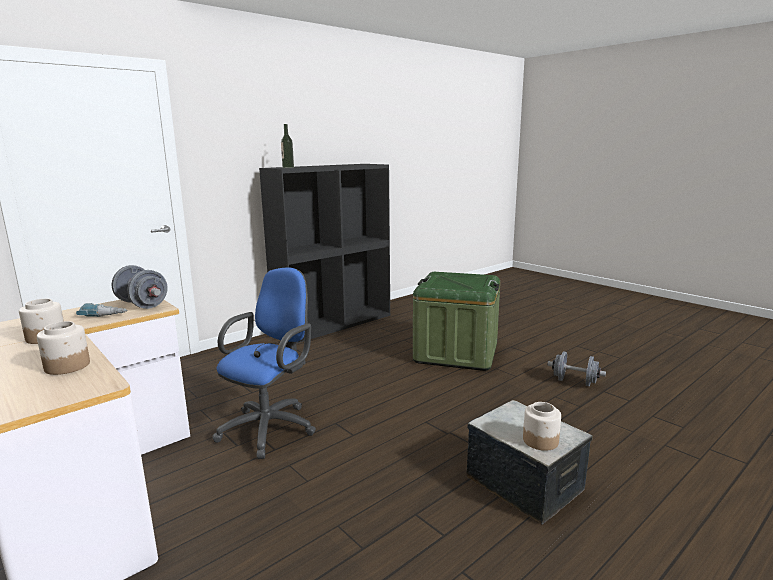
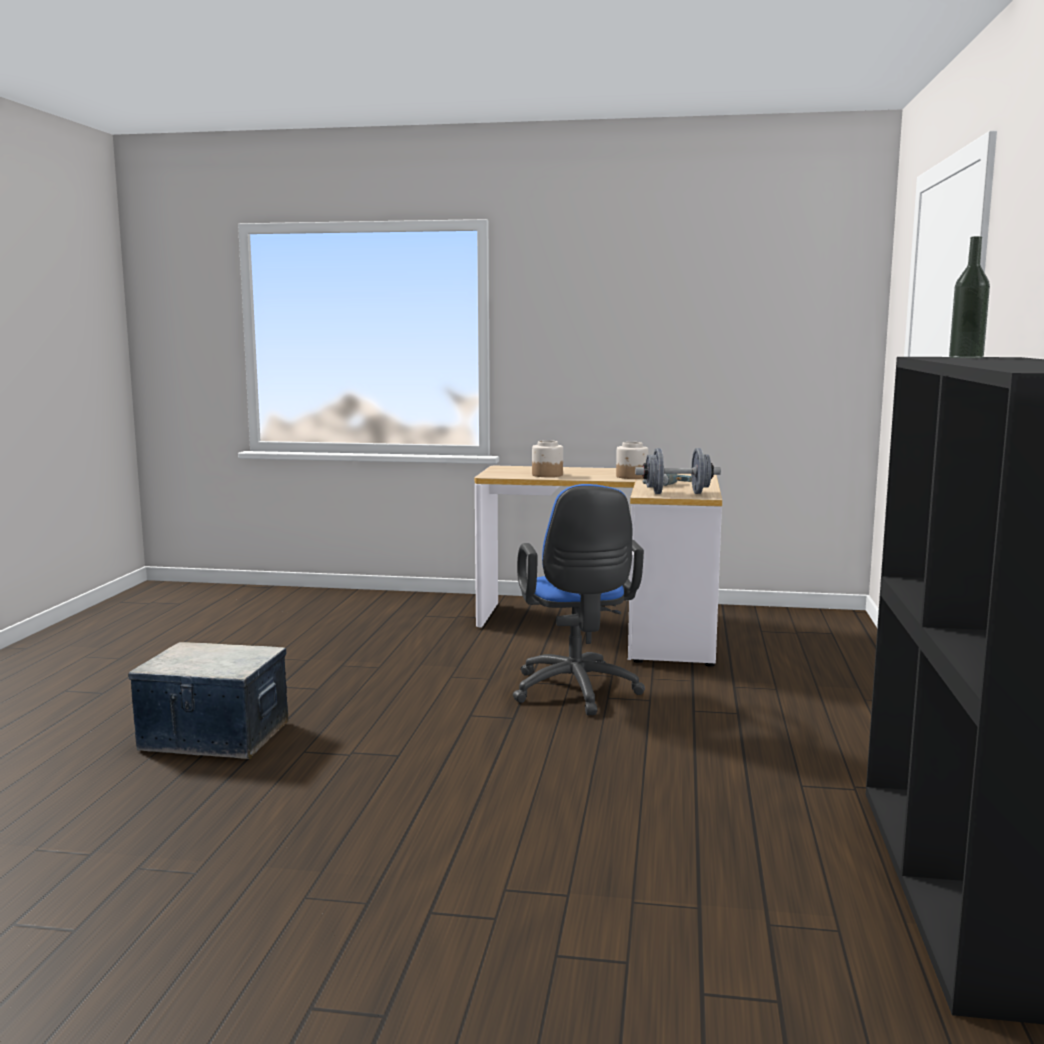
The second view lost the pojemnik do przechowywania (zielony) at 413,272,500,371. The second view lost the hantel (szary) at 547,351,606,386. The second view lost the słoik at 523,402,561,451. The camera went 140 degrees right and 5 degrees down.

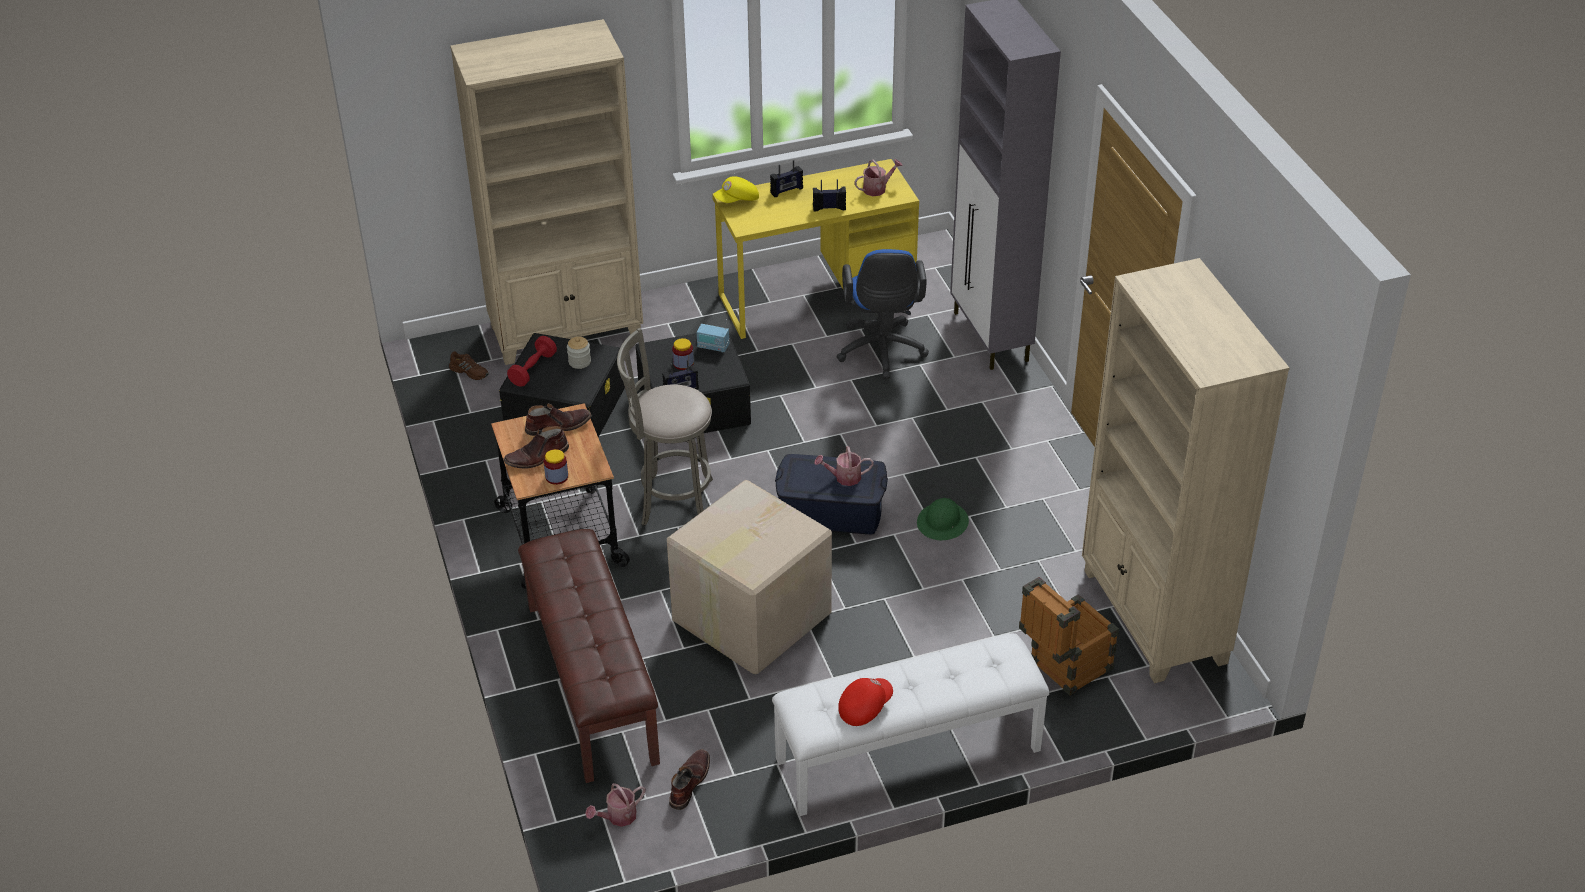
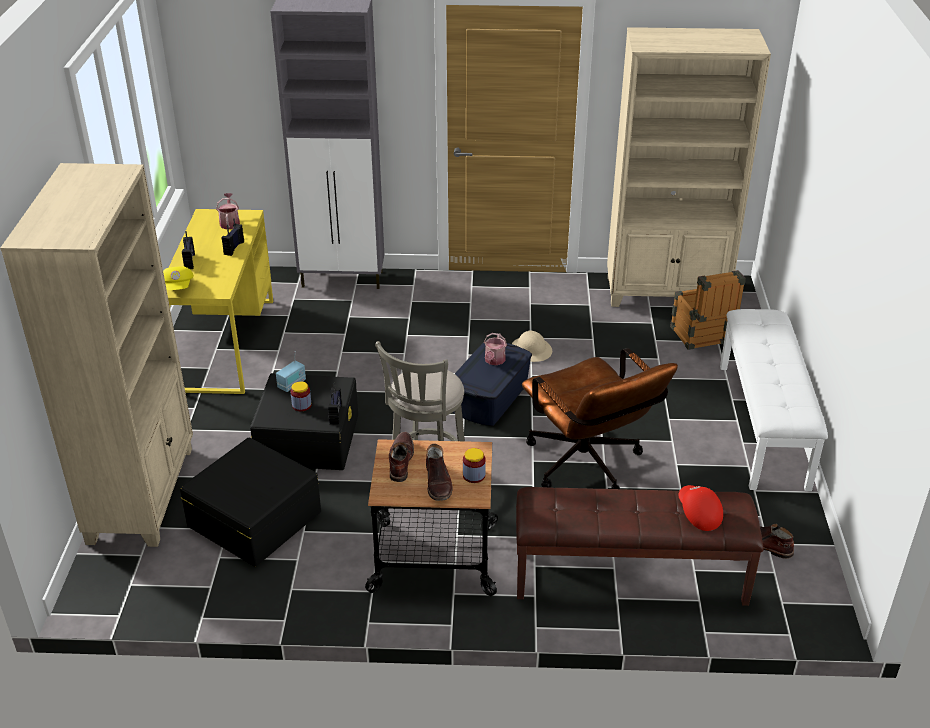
The second view lost the krzesło biurowe (niebieski) at 836,249,929,379. The second view lost the hantel (czerwony) at 507,336,557,387. The second view lost the słoik at 567,337,591,369. The second view lost the but (brązowy) at 449,351,488,380. Where the karton stood at 667,480,832,674, the krzesło biurowe (brązowy) came to stand at 522,348,678,489. What was the kask (zielony) at 917,498,969,540 turned into the kask (beżowy) at 512,330,552,362. The czapka z daszkiem (czerwony) ended up elsewhere, having gone from 838,678,893,726 to 678,485,723,531. The second view lost the konewka at 585,783,645,827. The camera went 70 degrees left and 5 degrees down.

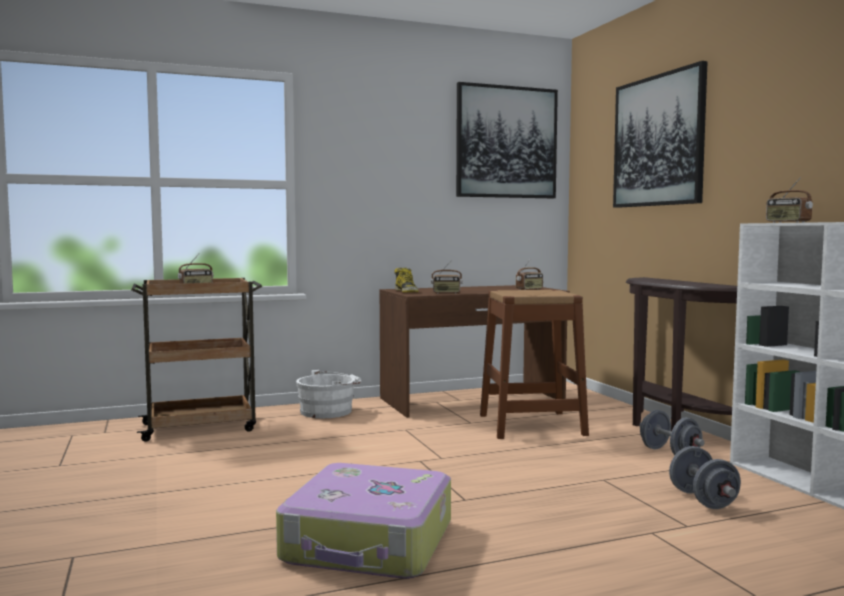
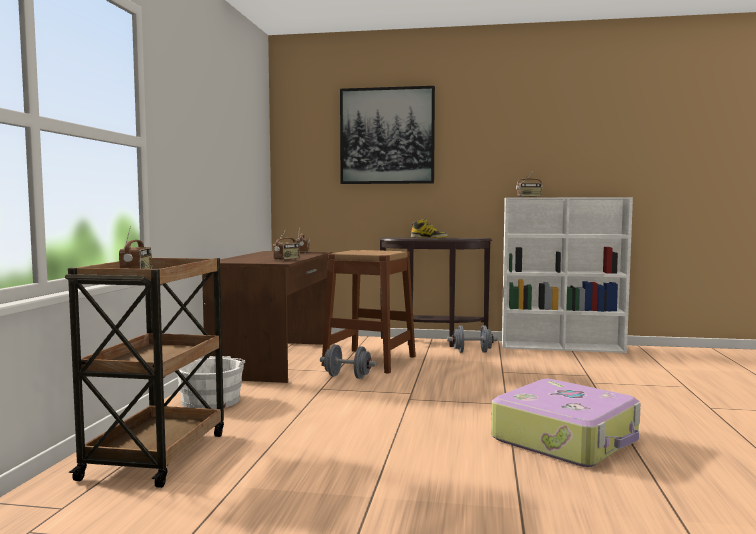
The second view lost the obraz at 456,82,558,198. The but z cholewką ended up elsewhere, having gone from 395,268,418,293 to 411,219,448,238. The hantel (szary) ended up elsewhere, having gone from 669,446,741,509 to 320,345,376,379. The camera went 60 degrees left and 0 degrees up.

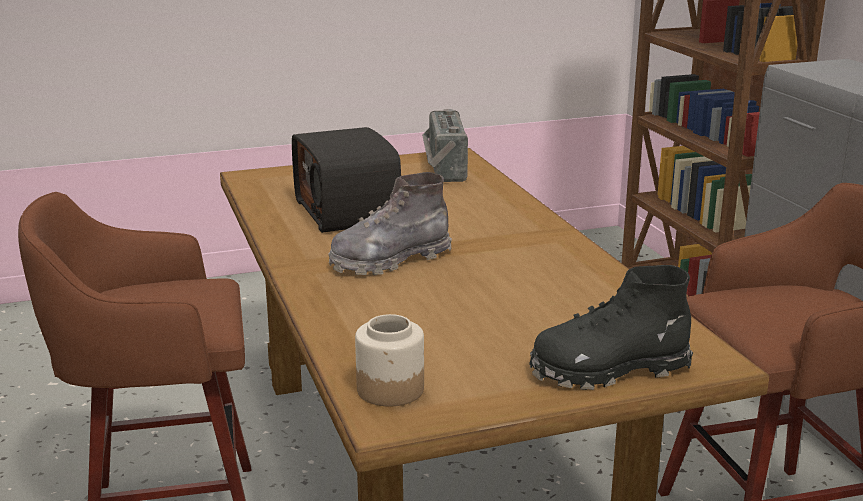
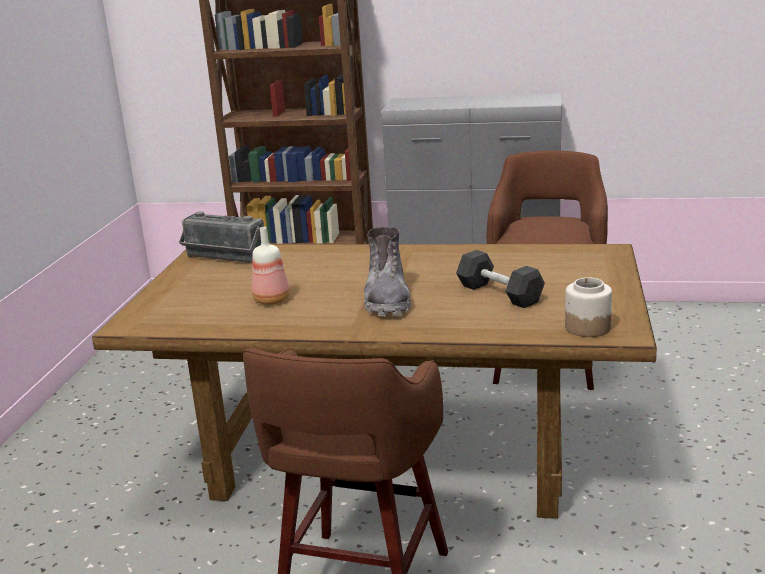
Where the radio stood at 292,127,401,233, the butelka came to stand at 252,227,290,305. The second view lost the but z cholewką (czarny) at 529,265,693,390. The second view gained the hantel (czarny) at 456,250,545,308. The camera went 60 degrees left and 0 degrees up.

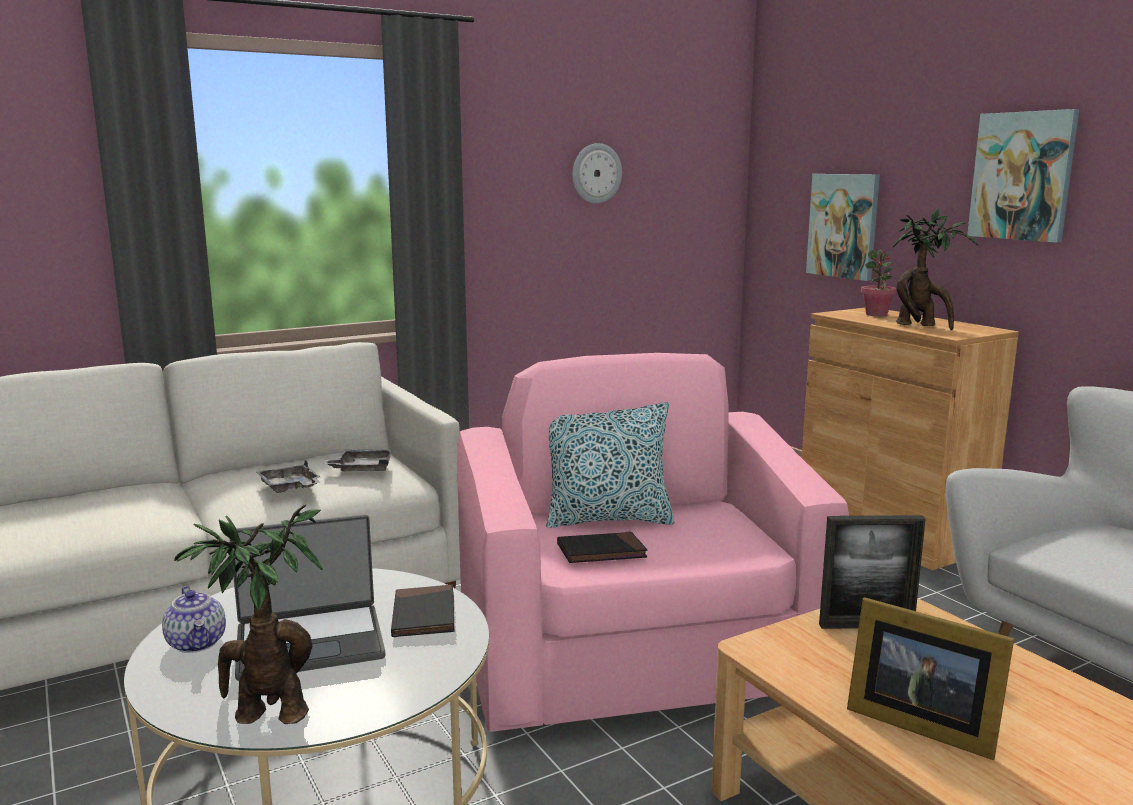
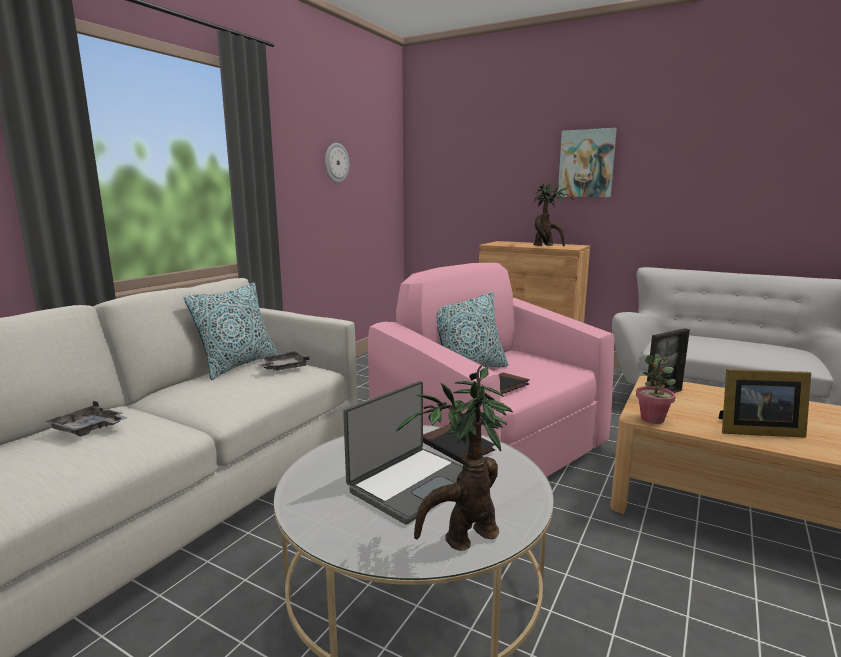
The second view lost the obraz at 806,174,880,281. The roślina doniczkowa ended up elsewhere, having gone from 861,250,897,316 to 636,354,676,424. The taca (szary) ended up elsewhere, having gone from 256,460,320,493 to 45,401,128,437. The second view lost the imbryk at 162,586,226,653. The second view gained the poduszka at 184,282,278,380. The camera went 30 degrees left and 0 degrees up.

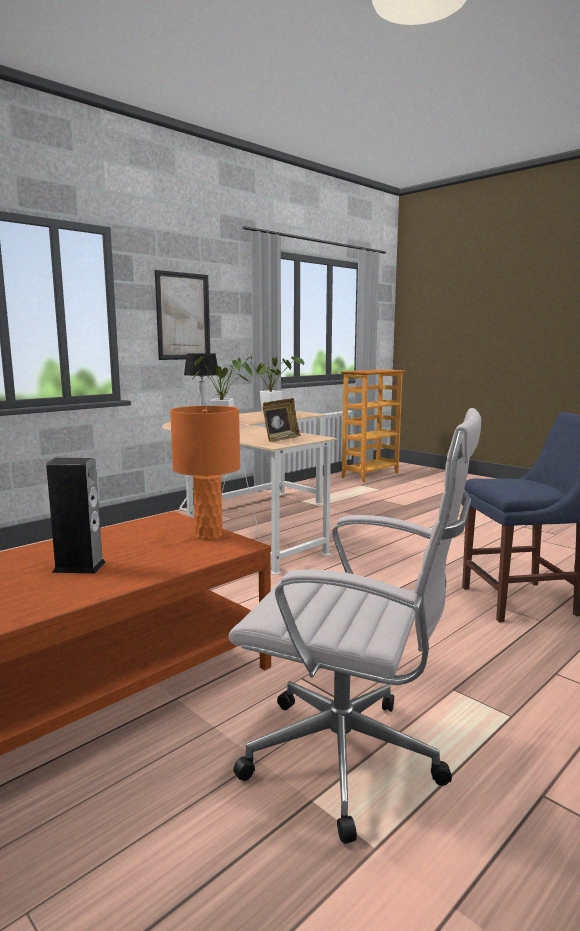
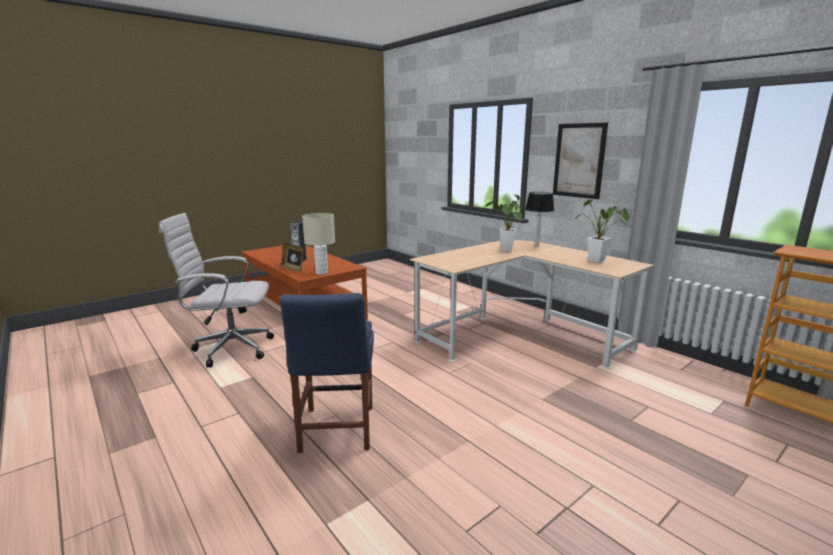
The ramka na zdjęcie ended up elsewhere, having gone from 263,398,301,442 to 281,243,303,272. What was the lampa stołowa (pomarańczowy) at 170,406,240,540 turned into the lampa stołowa (beżowy) at 302,213,335,275. The krzesło biurowe (biały) at 229,408,481,844 ended up facing another way, 60 degrees clockwise from before. The camera went 95 degrees right and 5 degrees up.

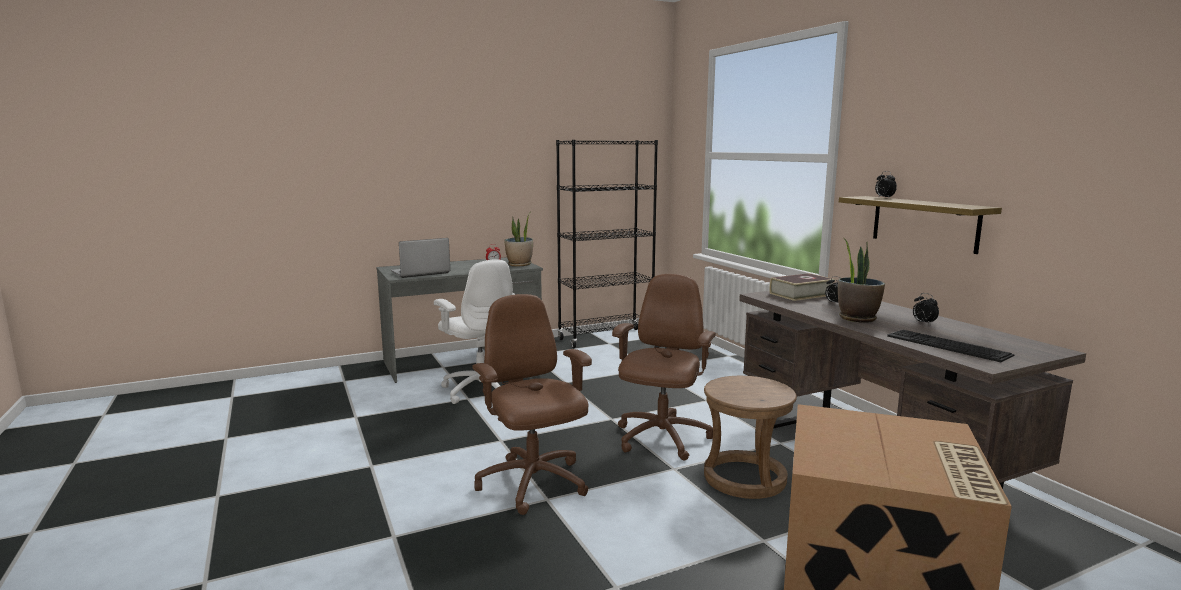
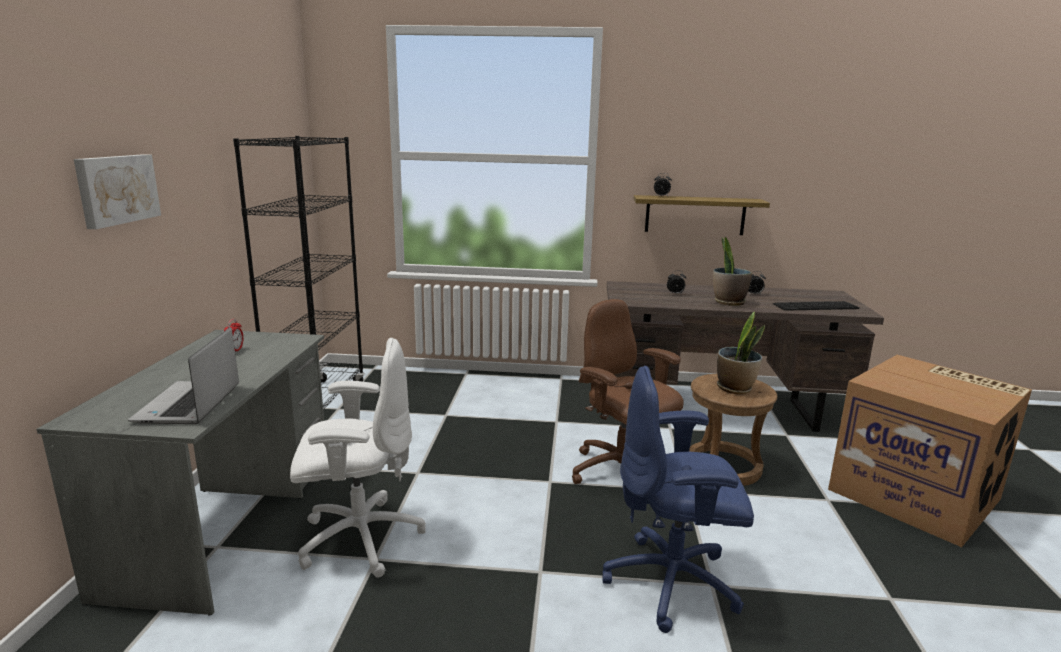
The roślina doniczkowa ended up elsewhere, having gone from 504,213,533,267 to 717,311,765,394. The second view lost the książka at 769,273,835,301. What was the krzesło biurowe (brązowy) at 472,294,592,515 turned into the krzesło biurowe (niebieski) at 602,366,754,633. The second view gained the obraz at 74,154,161,229. The camera went 60 degrees left and 5 degrees up.

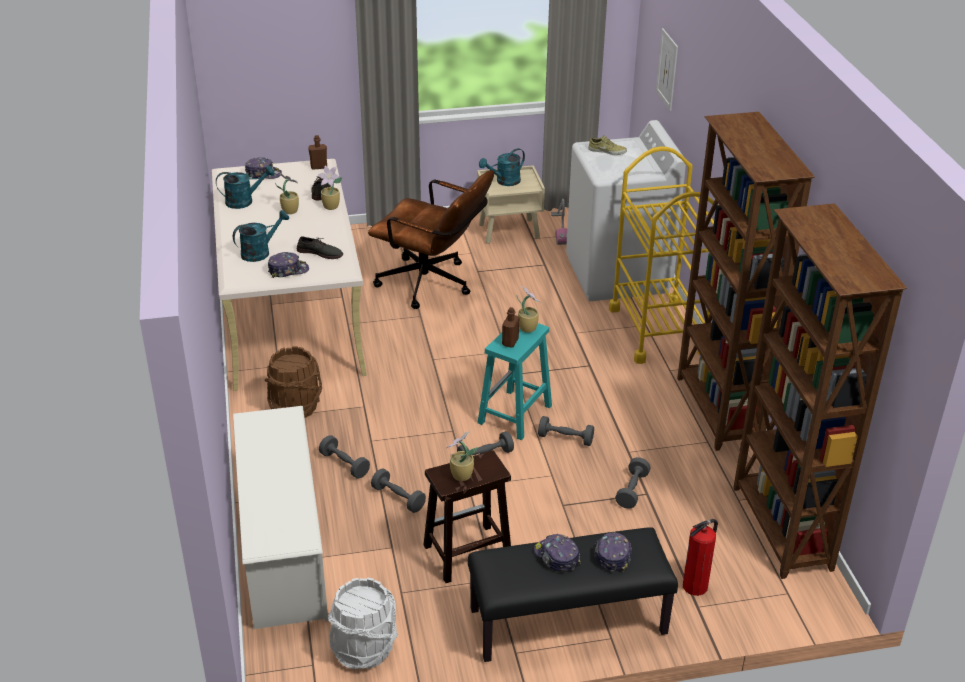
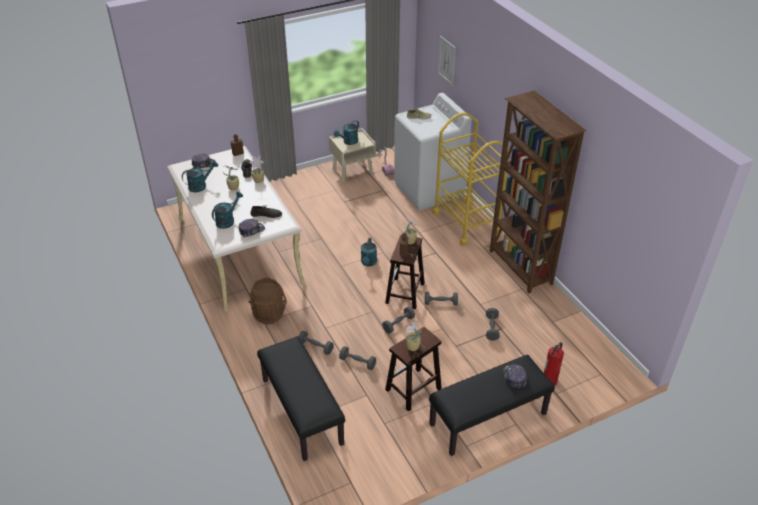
The second view lost the krzesło biurowe (brązowy) at 368,170,494,309. The second view lost the regał (brązowy) at 733,203,907,579. What was the stołek (turkusowy) at 477,323,552,440 turned into the stołek (brązowy) at 385,235,425,309. Where the regał na buty (biały) stood at 233,406,328,629, the ławka (czarny) came to stand at 257,336,345,461. The second view lost the czapka z daszkiem at 534,534,581,572. The second view lost the wiadro (biały) at 328,578,398,669. The second view gained the konewka (turkusowy) at 361,238,377,266. The camera went 15 degrees left and 5 degrees up.

